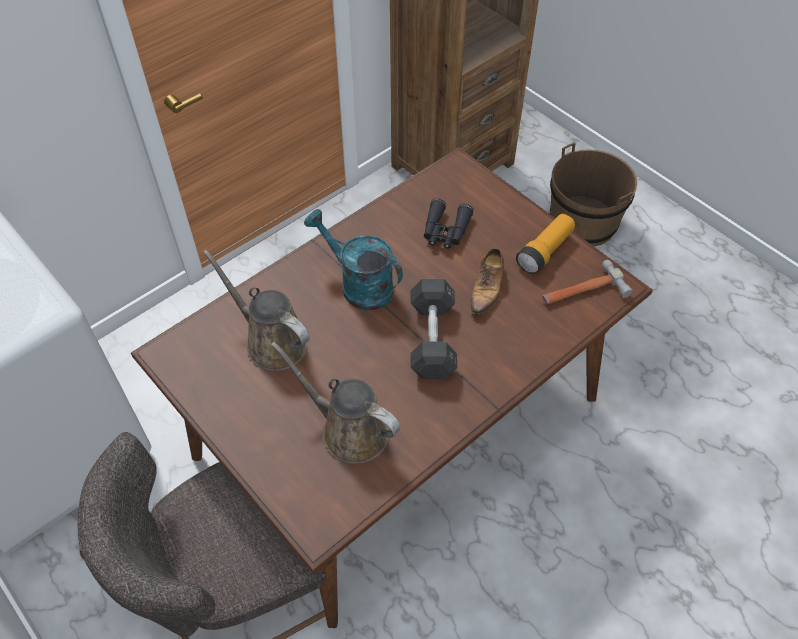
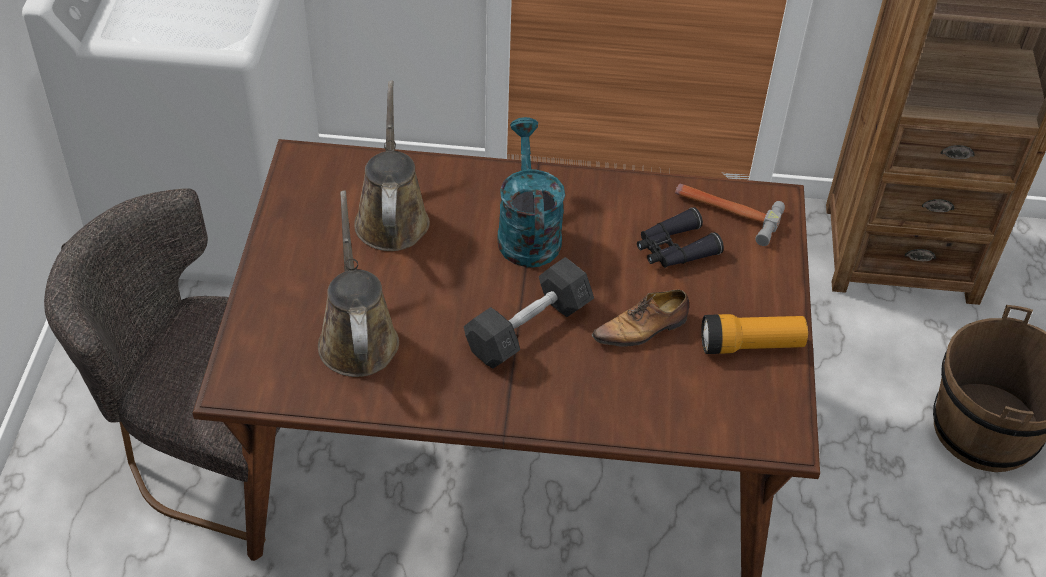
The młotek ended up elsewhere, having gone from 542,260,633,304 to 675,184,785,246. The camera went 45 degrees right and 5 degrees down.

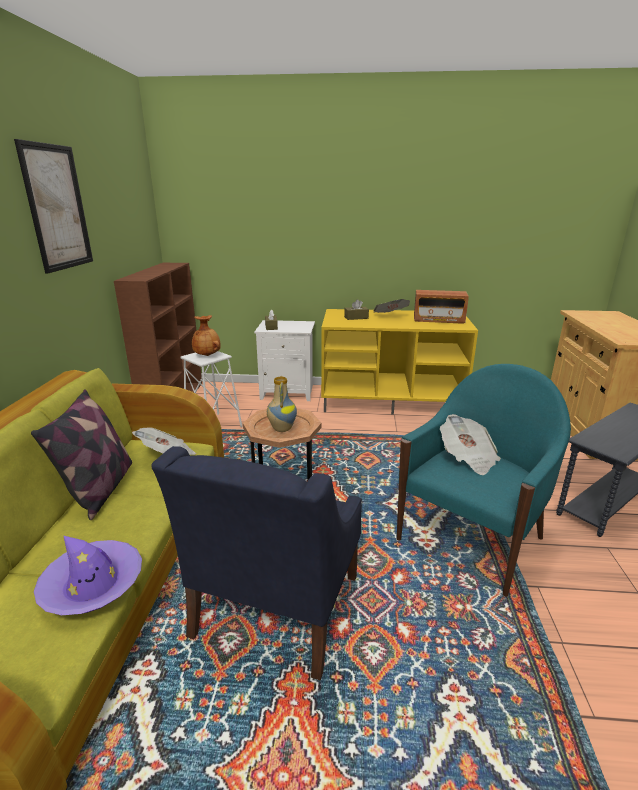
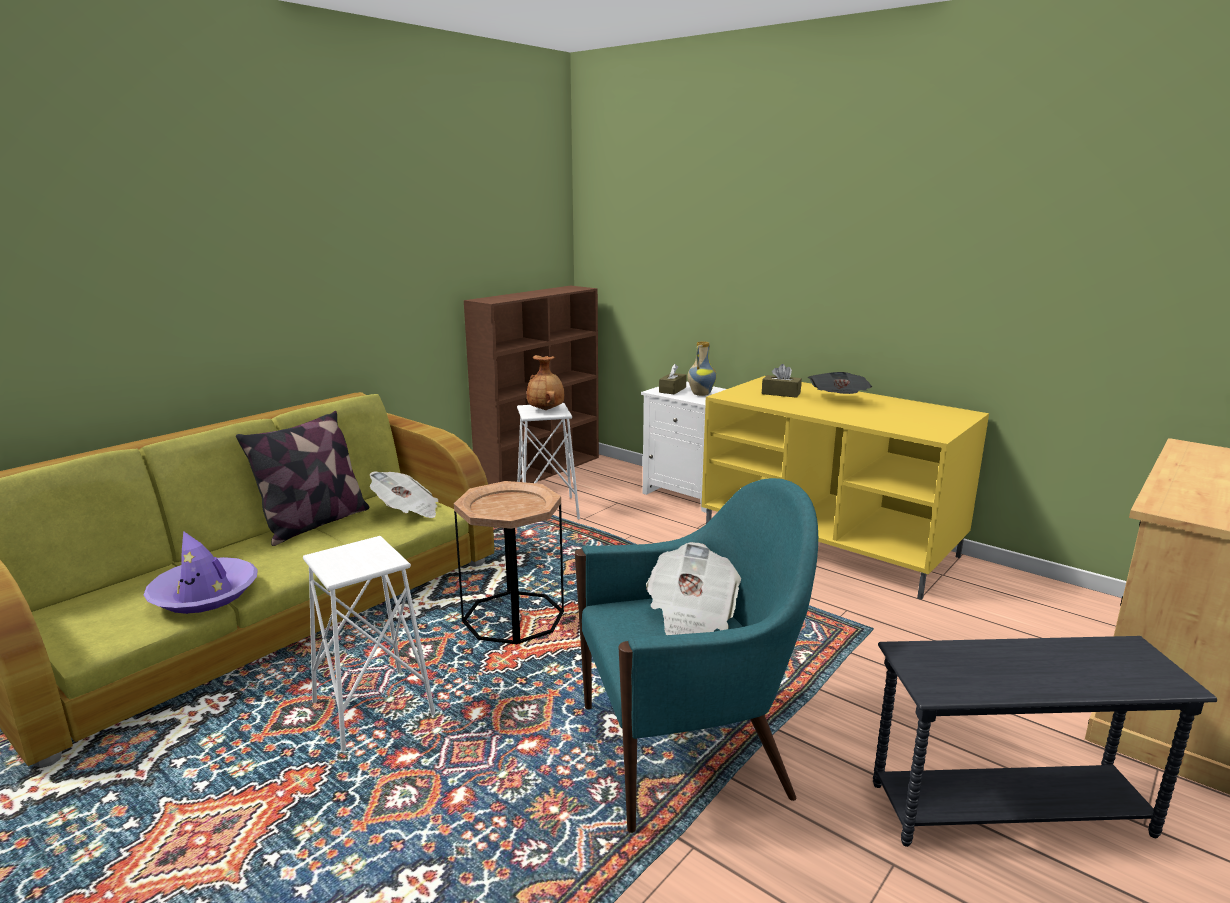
The second view lost the obraz at 14,139,93,274. The second view lost the radio at 414,290,469,324. The wazon ended up elsewhere, having gone from 267,376,297,432 to 687,341,716,396. Where the fotel (niebieski) stood at 151,446,362,680, the stołek (biały) came to stand at 303,536,436,752. The camera went 35 degrees right and 5 degrees down.

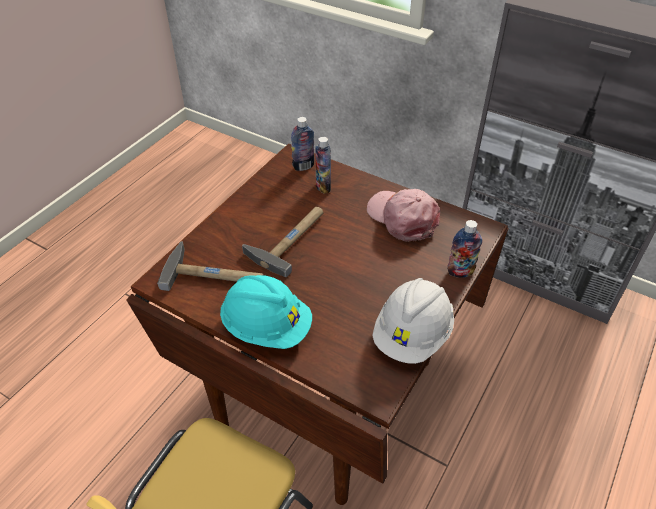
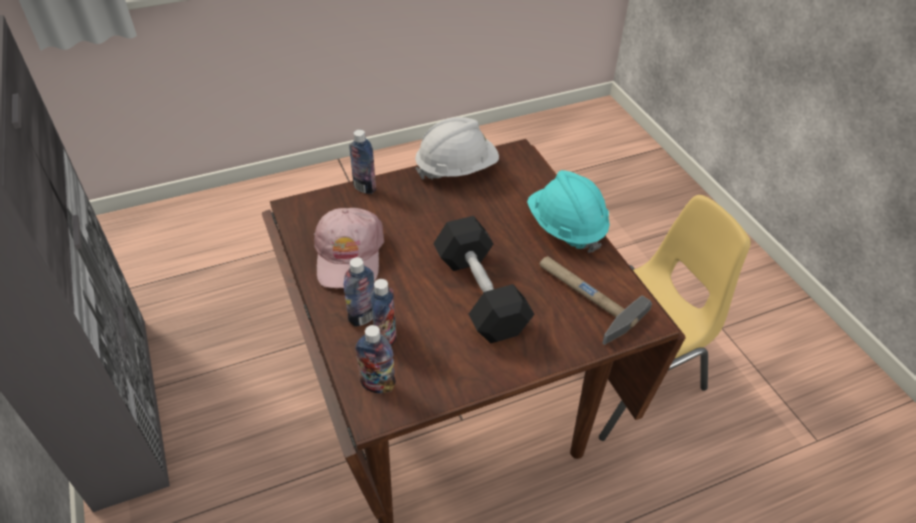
Where the młotek stood at 242,207,324,277, the hantel (czarny) came to stand at 433,216,535,343. The second view gained the butelka at 344,257,374,327. The camera went 145 degrees left and 0 degrees up.

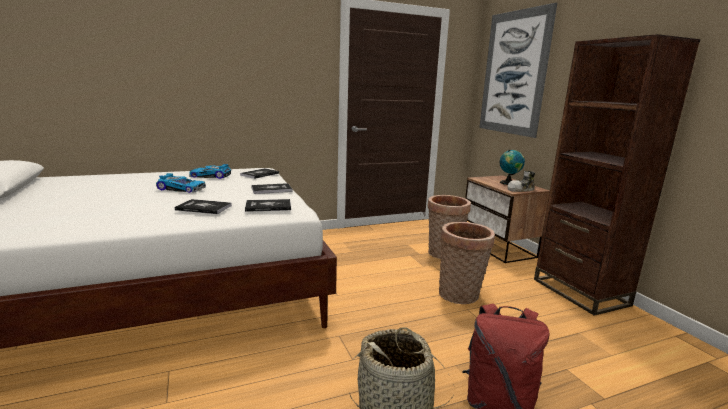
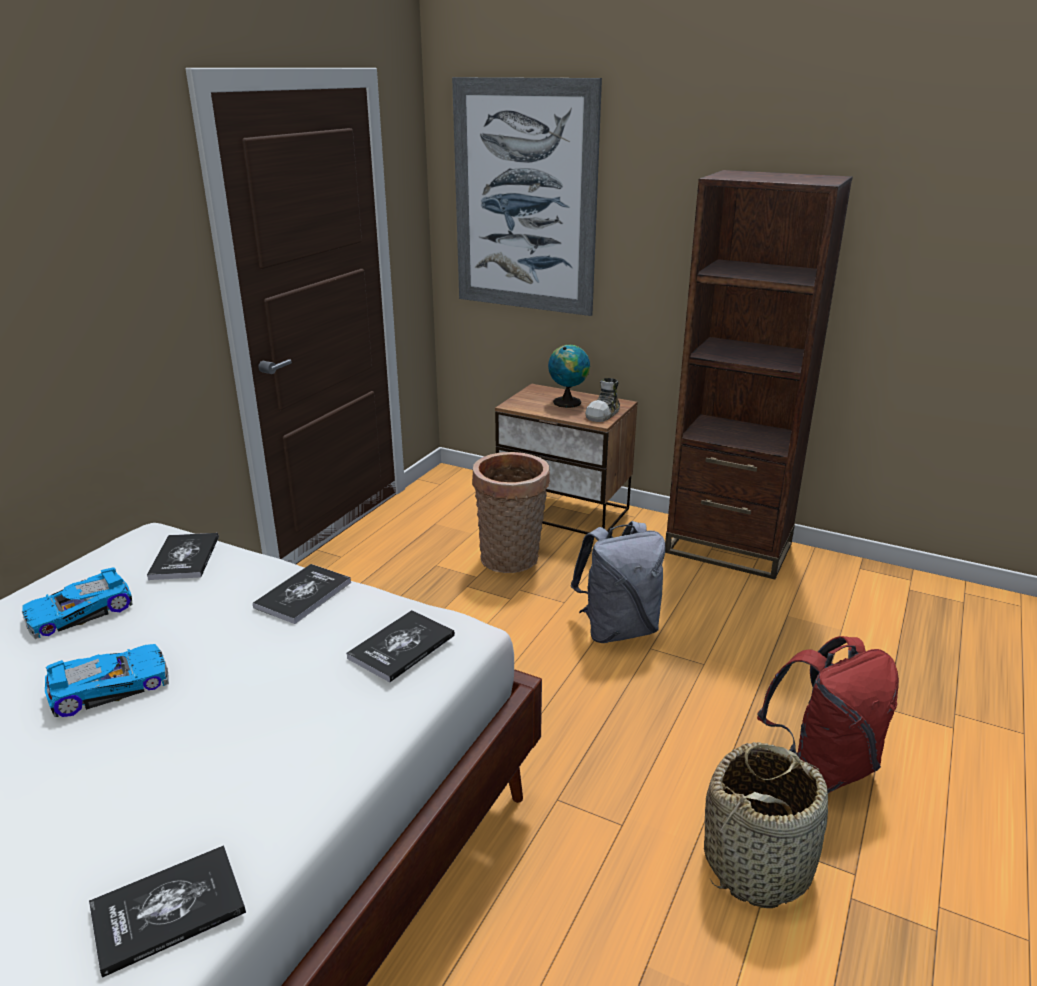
The książka ended up elsewhere, having gone from 175,199,232,214 to 89,845,246,978. Where the koszyk stood at 439,222,495,304, the plecak (szary) came to stand at 570,521,666,643. The camera went 40 degrees left and 10 degrees up.

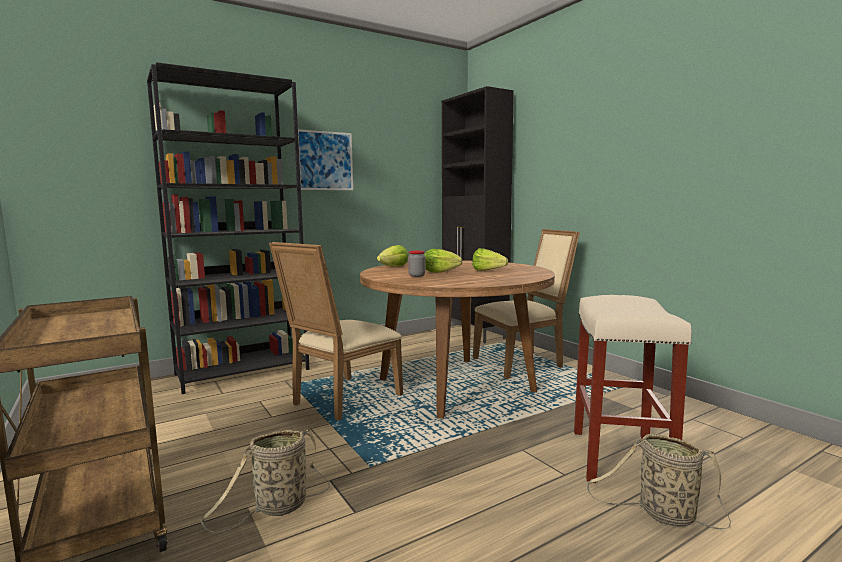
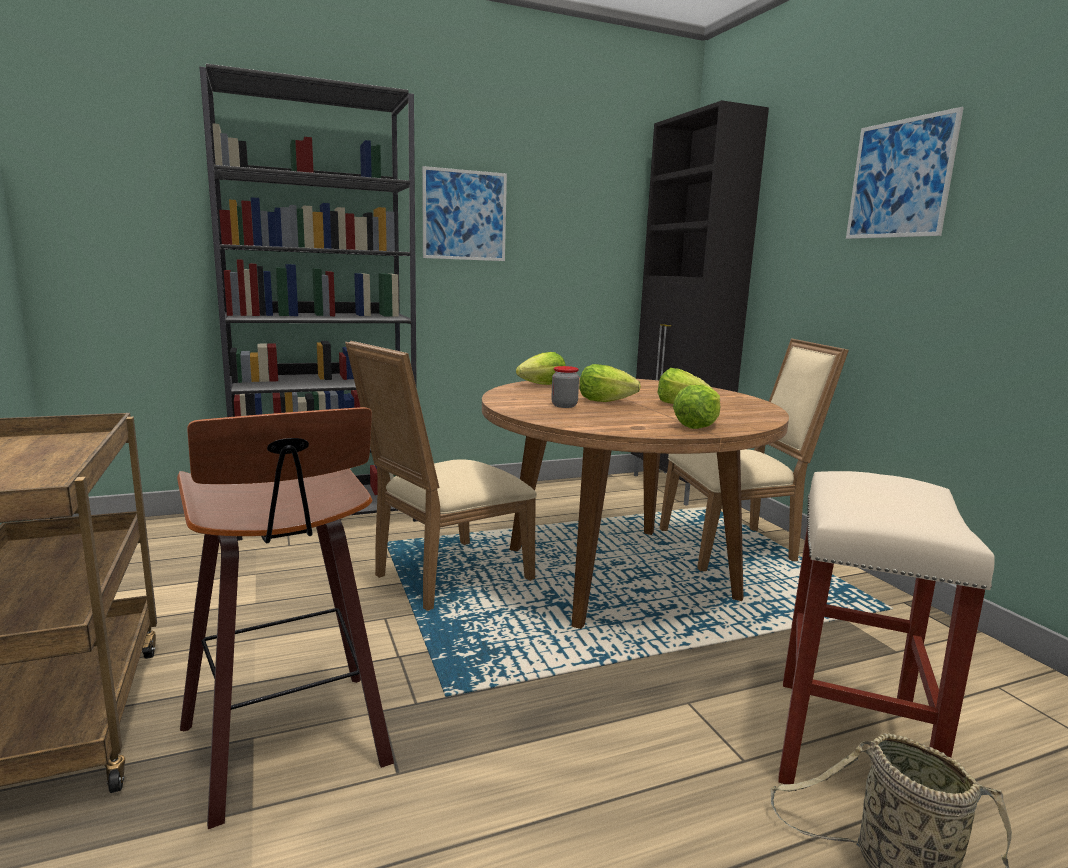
Where the koszyk stood at 200,429,330,533, the stołek came to stand at 177,407,394,829. The second view gained the obraz at 846,107,964,239. The second view gained the sałata at 673,384,720,429. The camera went 10 degrees right and 5 degrees up.

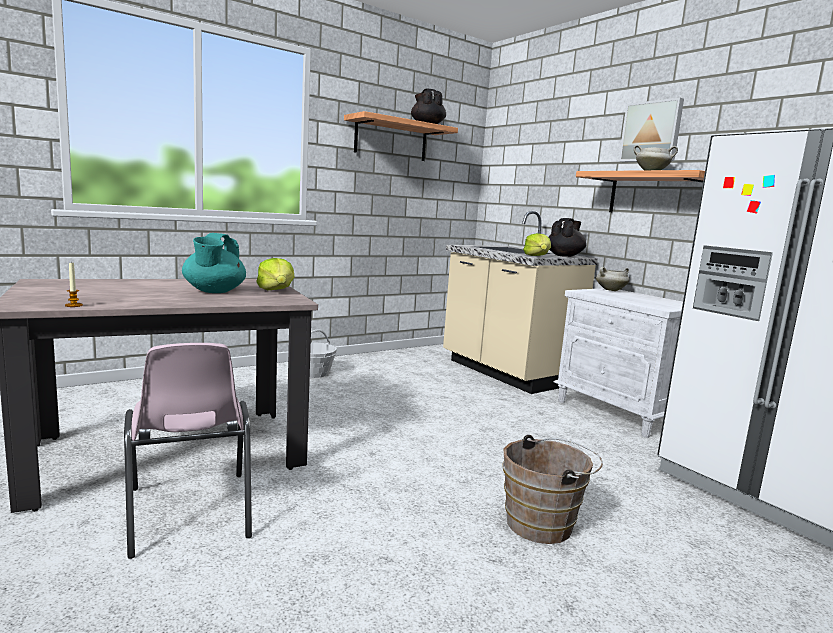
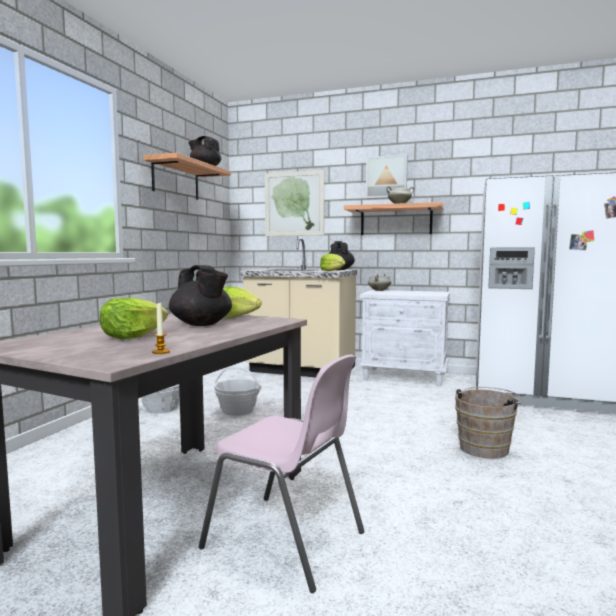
What was the imbryk (turkusowy) at 182,233,246,293 turned into the imbryk (czarny) at 169,265,232,326. The second view gained the obraz at 265,170,324,236. The second view gained the sałata at 100,298,168,339. The second view gained the koszyk at 214,366,261,416. The camera went 35 degrees left and 5 degrees down.

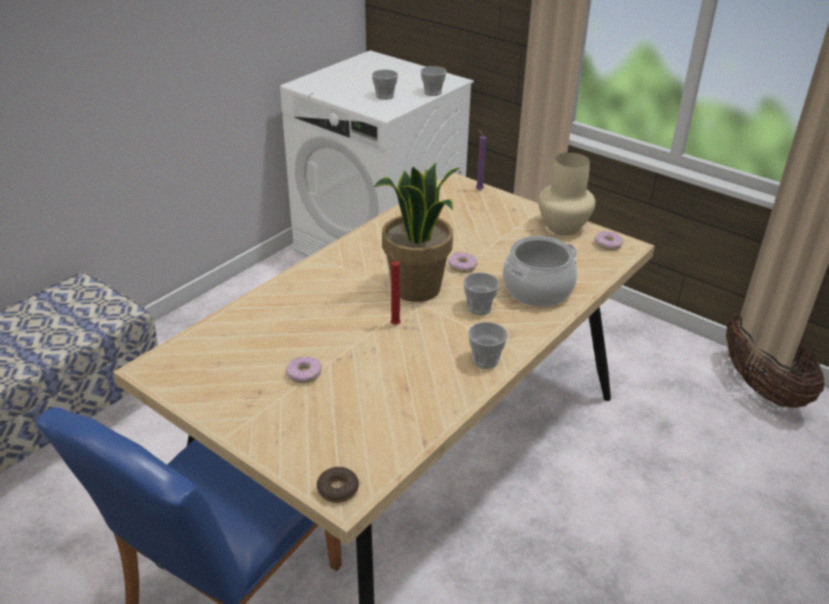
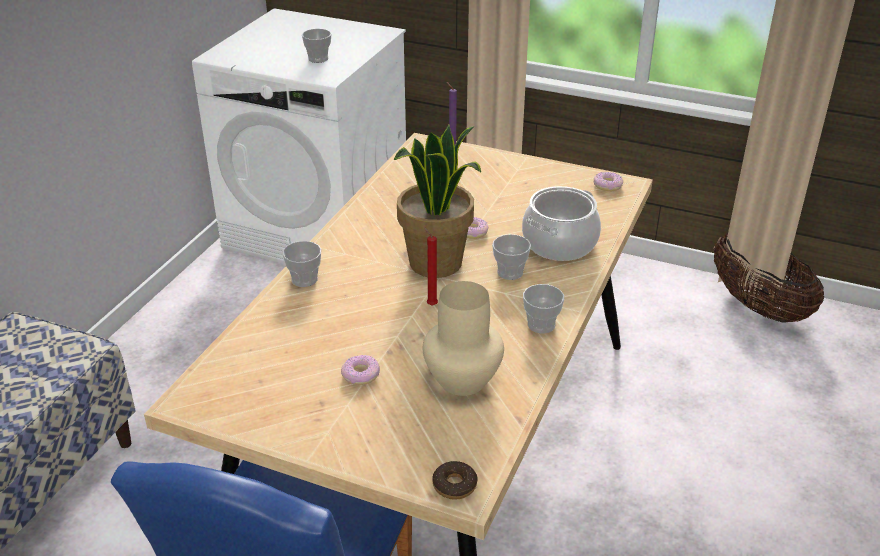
The filiżanka ended up elsewhere, having gone from 421,66,447,96 to 282,241,321,287. The wazon (beżowy) ended up elsewhere, having gone from 538,152,596,235 to 423,281,504,396. The camera went 15 degrees left and 0 degrees up.

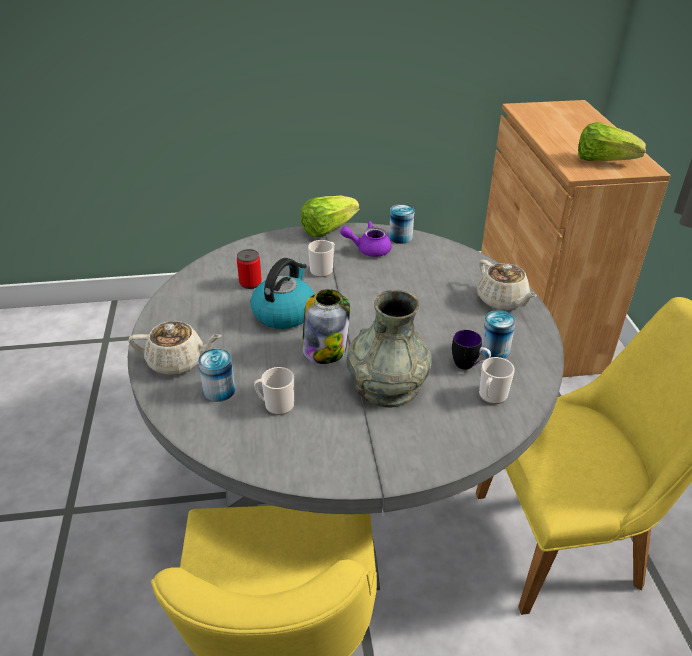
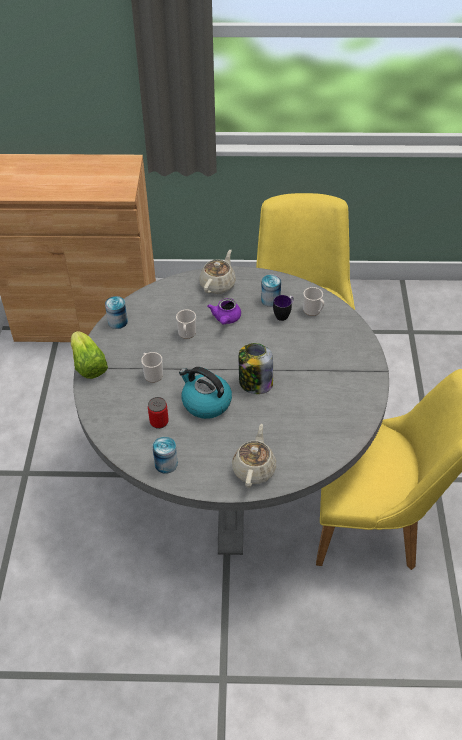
The second view lost the sałata at 578,122,646,161. The imbryk (fioletowy) ended up elsewhere, having gone from 340,221,392,257 to 207,298,241,324. The imbryk (beżowy) at 477,260,537,310 ended up facing another way, 45 degrees counterclockwise from before. The second view lost the wazon (szary) at 347,290,432,407. The puszka ended up elsewhere, having gone from 198,349,235,402 to 152,437,178,474. The kubek ended up elsewhere, having gone from 254,367,294,415 to 176,310,196,339. The camera went 80 degrees left and 10 degrees up.

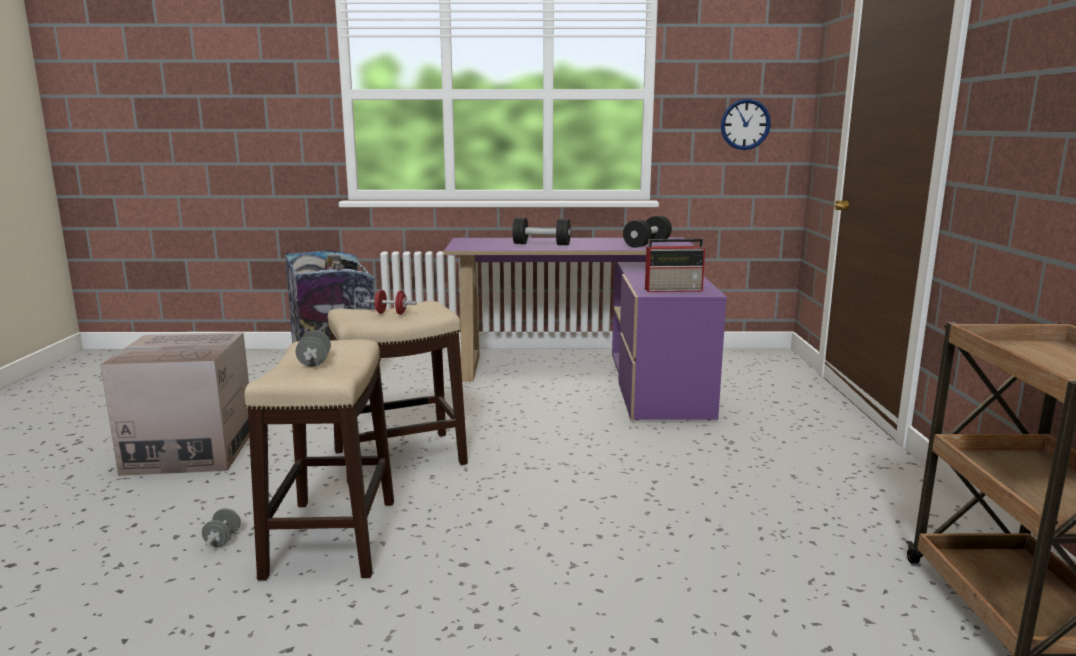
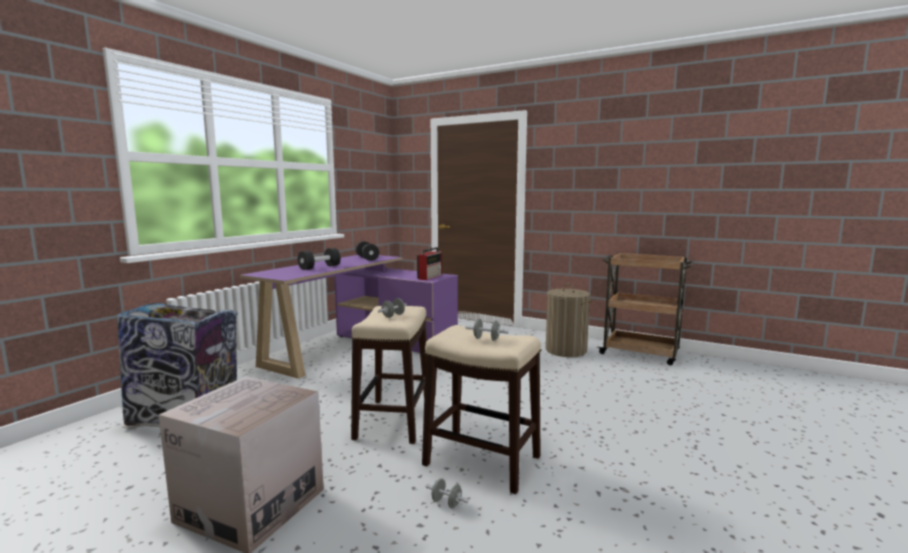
The second view lost the zegar ścienny at 721,99,771,150. What was the hantel (czerwony) at 366,290,417,315 turned into the hantel (szary) at 378,298,407,318. The second view gained the kosz na pranie at 546,283,592,357. The camera went 60 degrees left and 5 degrees down.

